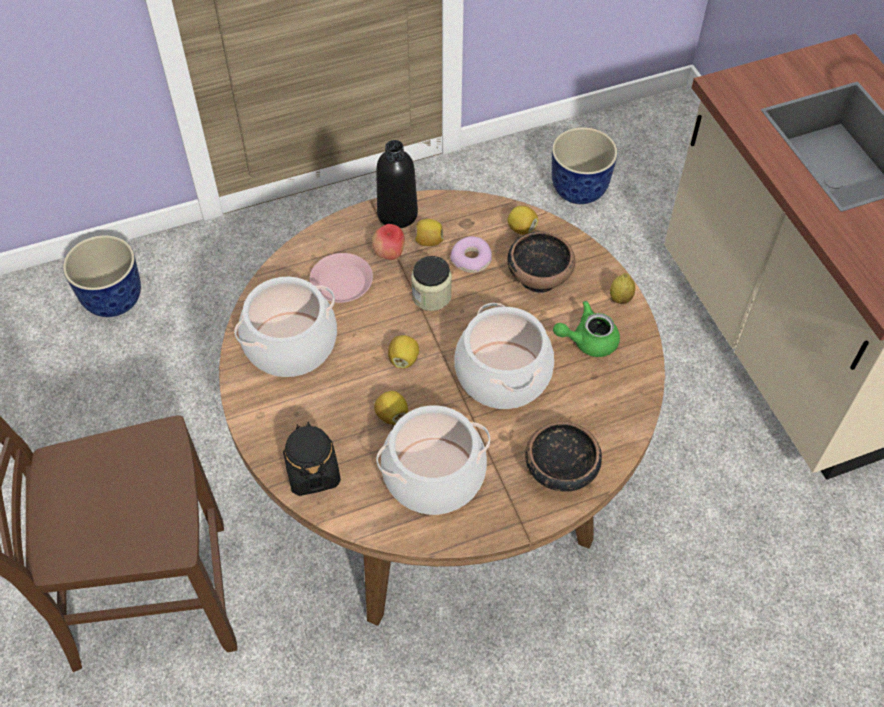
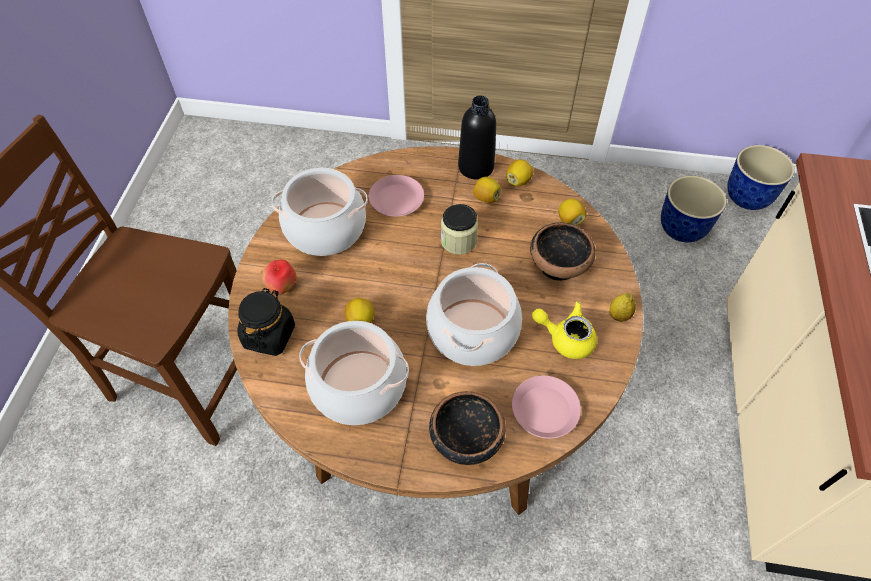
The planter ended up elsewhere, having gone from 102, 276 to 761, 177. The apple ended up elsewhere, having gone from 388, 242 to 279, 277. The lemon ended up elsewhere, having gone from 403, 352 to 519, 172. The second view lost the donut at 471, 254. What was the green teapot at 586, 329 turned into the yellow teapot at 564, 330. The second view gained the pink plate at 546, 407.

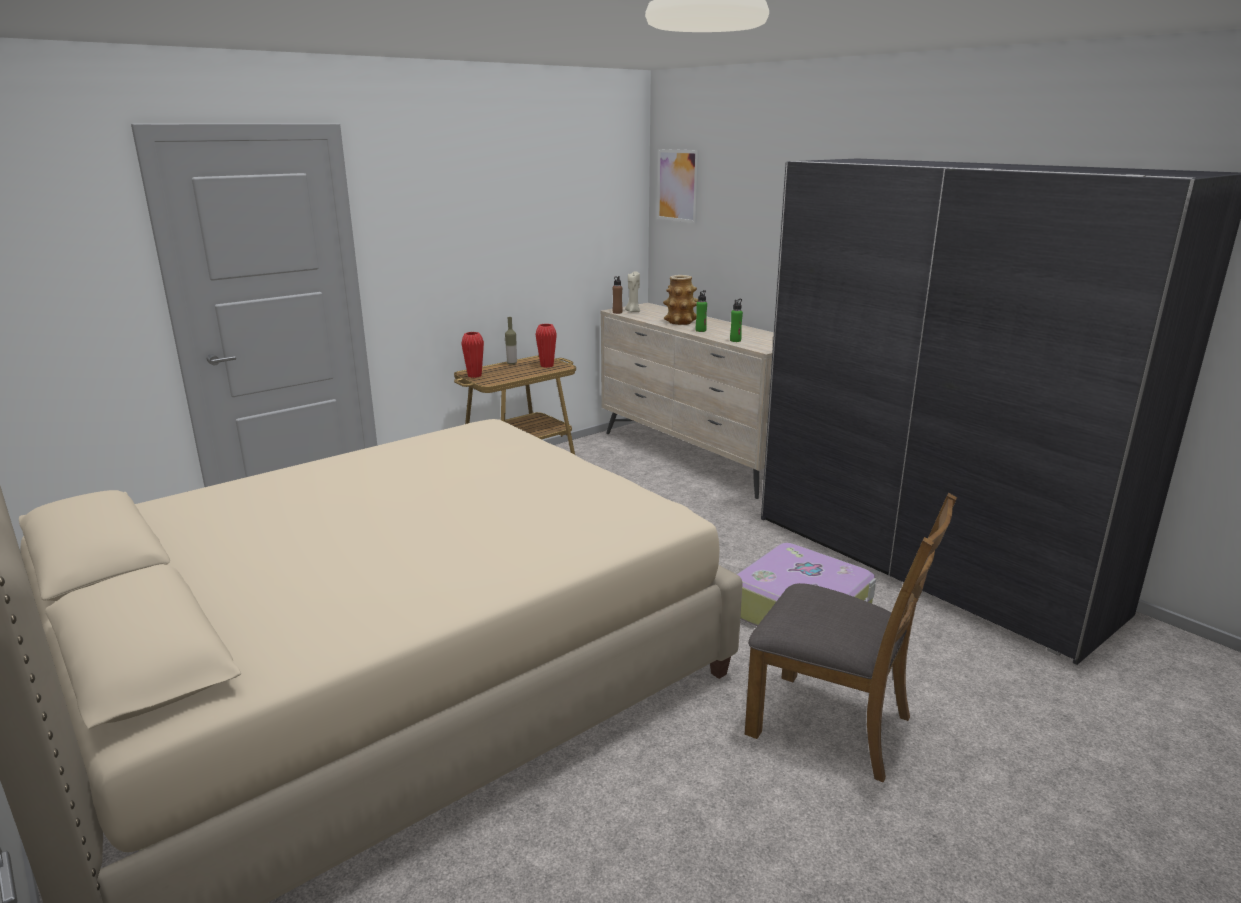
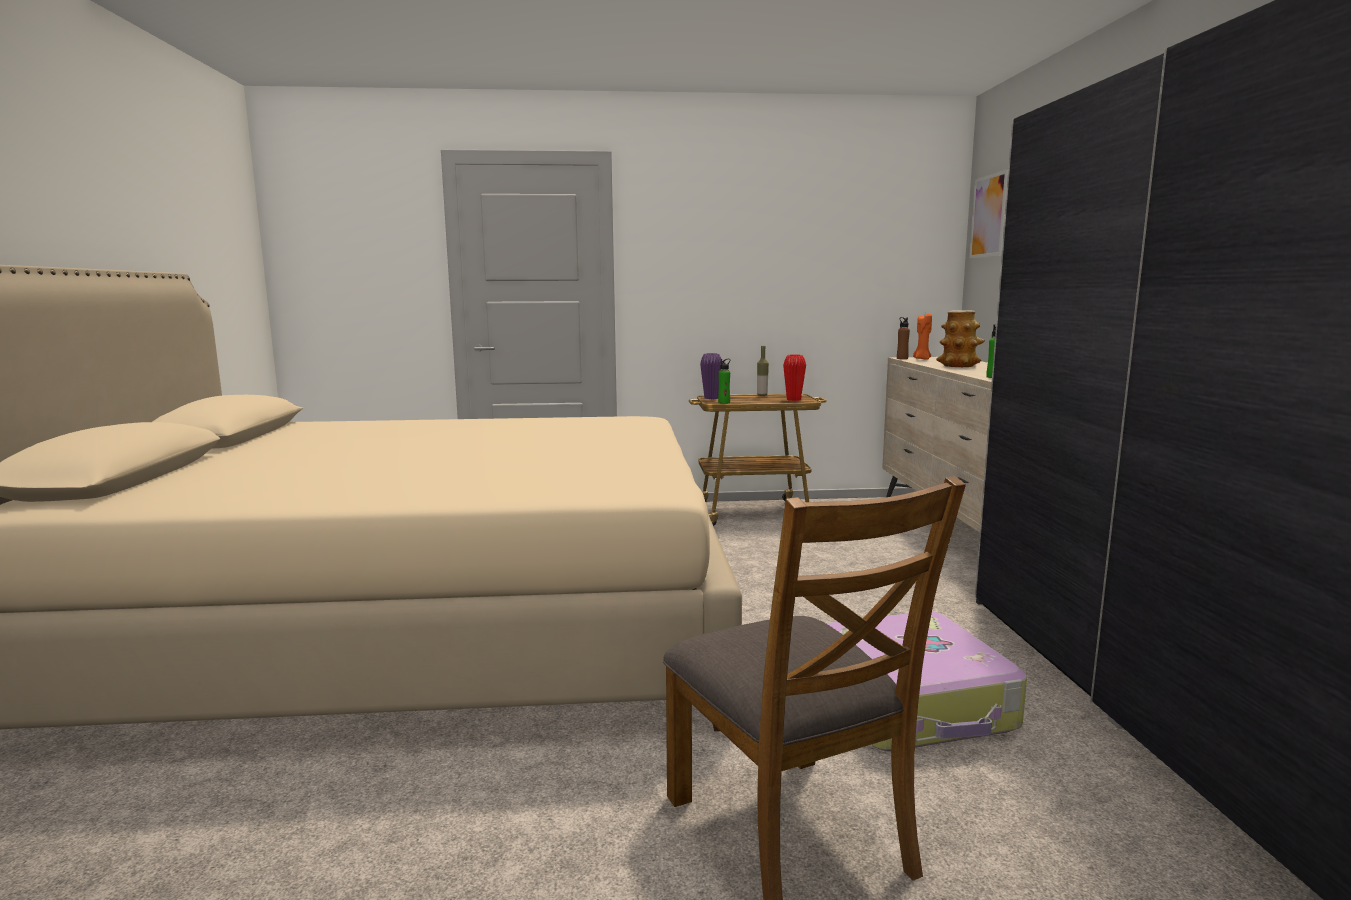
What was the red vase at 472, 355 turned into the purple vase at 711, 376. What was the beige candle at 632, 291 turned into the orange candle at 922, 337. The green bottle ended up elsewhere, having gone from 701, 311 to 724, 381.

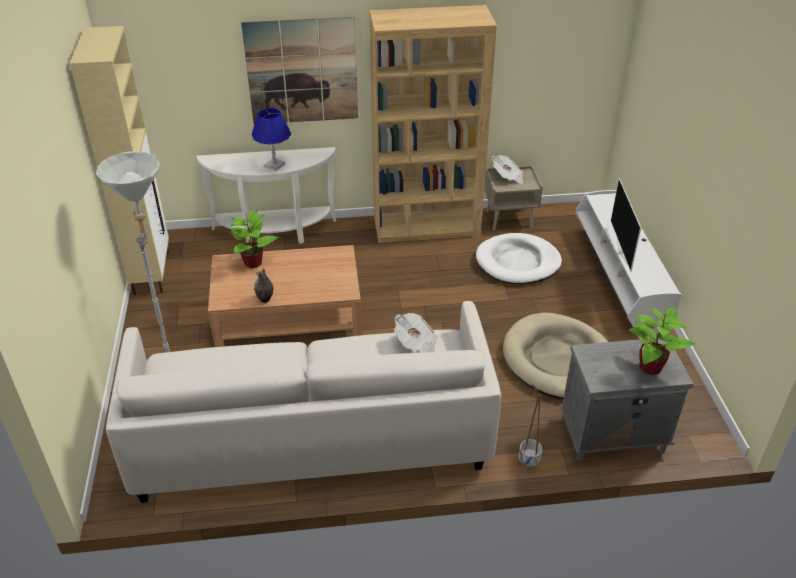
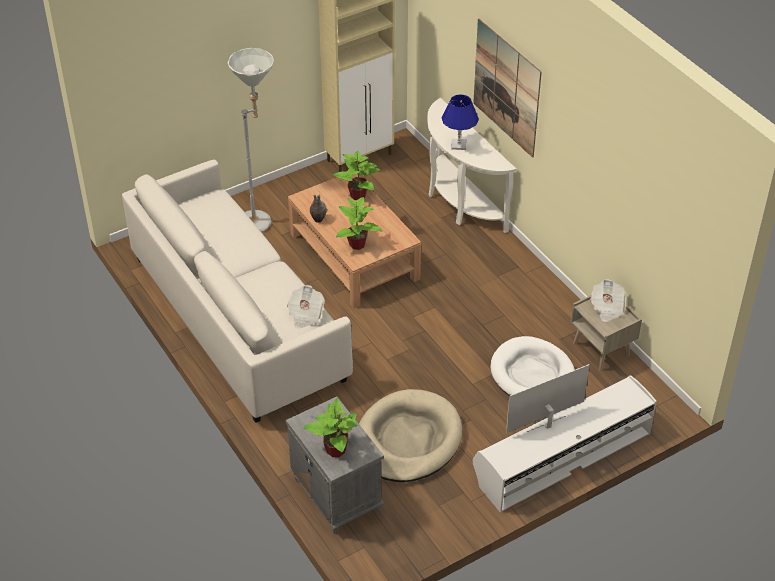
The second view lost the brown bookcase at 433, 124. The second view lost the planter at 531, 426. The second view gained the potted plant at 359, 223.

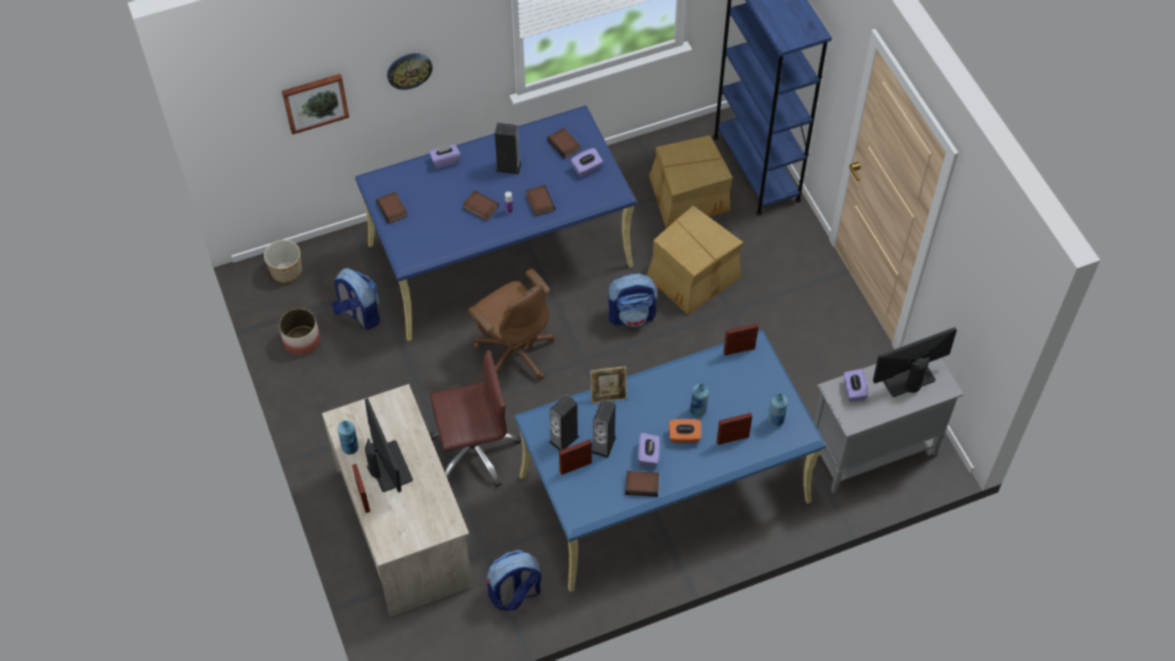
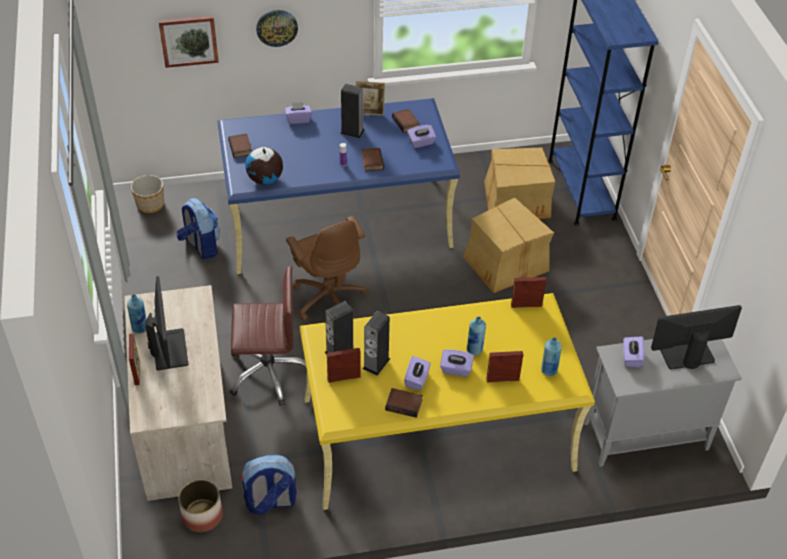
The planter ended up elsewhere, having gone from 299, 332 to 200, 505. The second view lost the book at 481, 205. What was the blue desk at 670, 461 turned into the yellow desk at 447, 401. The picture frame ended up elsewhere, having gone from 608, 385 to 370, 98. The second view lost the backpack at 632, 300. What was the orange tissue box at 685, 431 turned into the purple tissue box at 457, 363. The second view gained the globe at 264, 166.

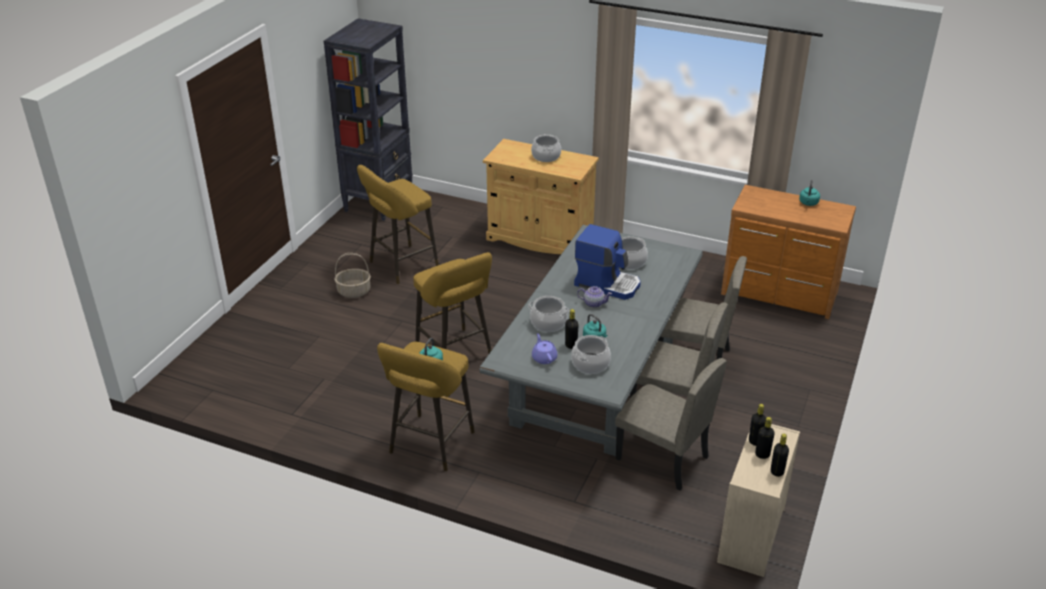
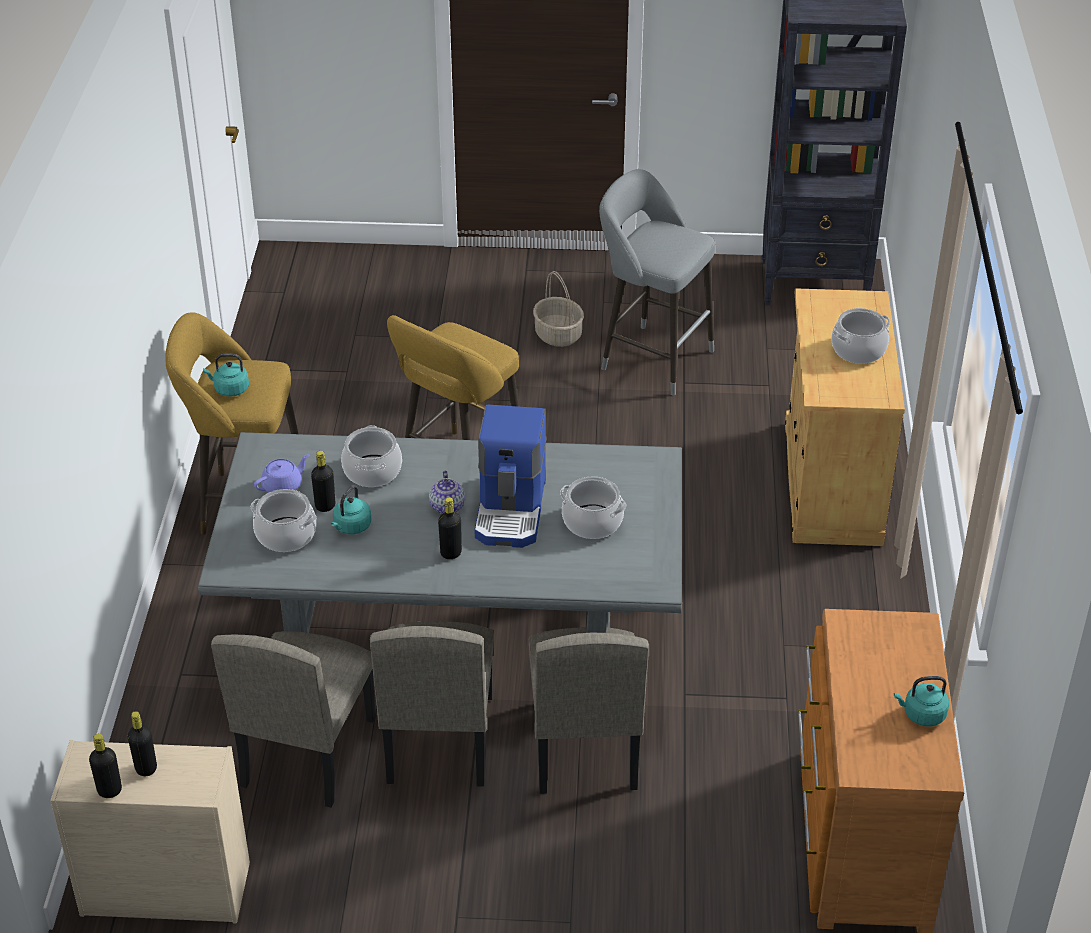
What was the yellow stool at 398, 224 turned into the grey stool at 657, 282. The black bottle ended up elsewhere, having gone from 757, 425 to 450, 528.

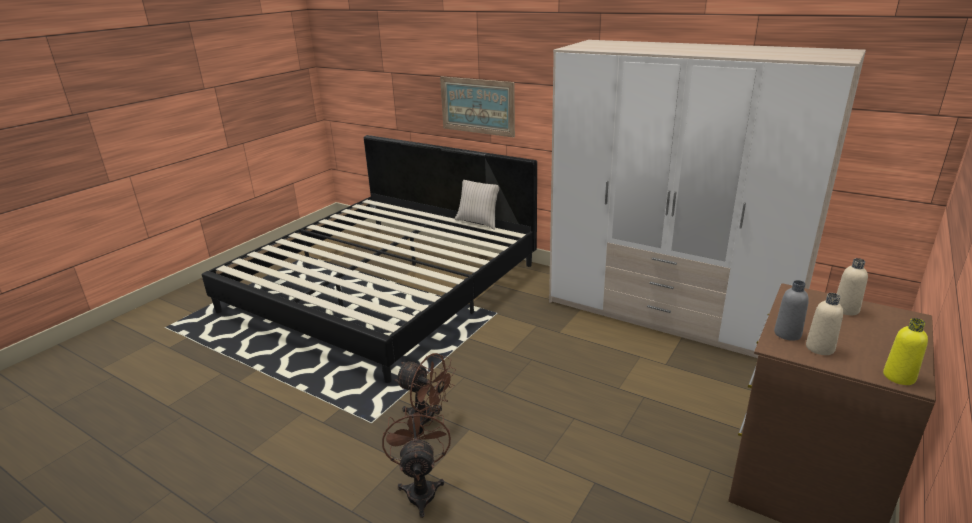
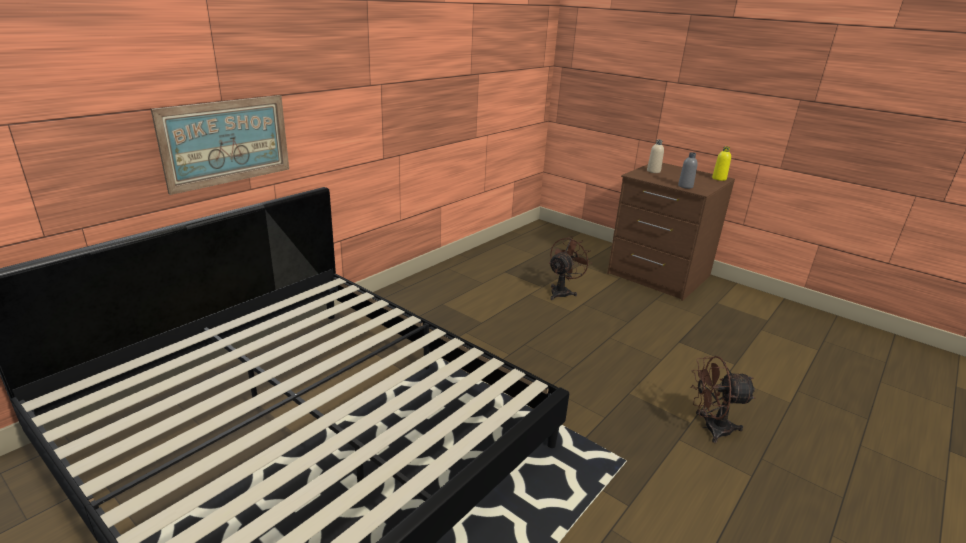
The brown fan ended up elsewhere, having gone from 425, 389 to 570, 268. The second view lost the beige pillow at 477, 205. The second view lost the wardrobe at 707, 199. The second view lost the beige bottle at 824, 324.

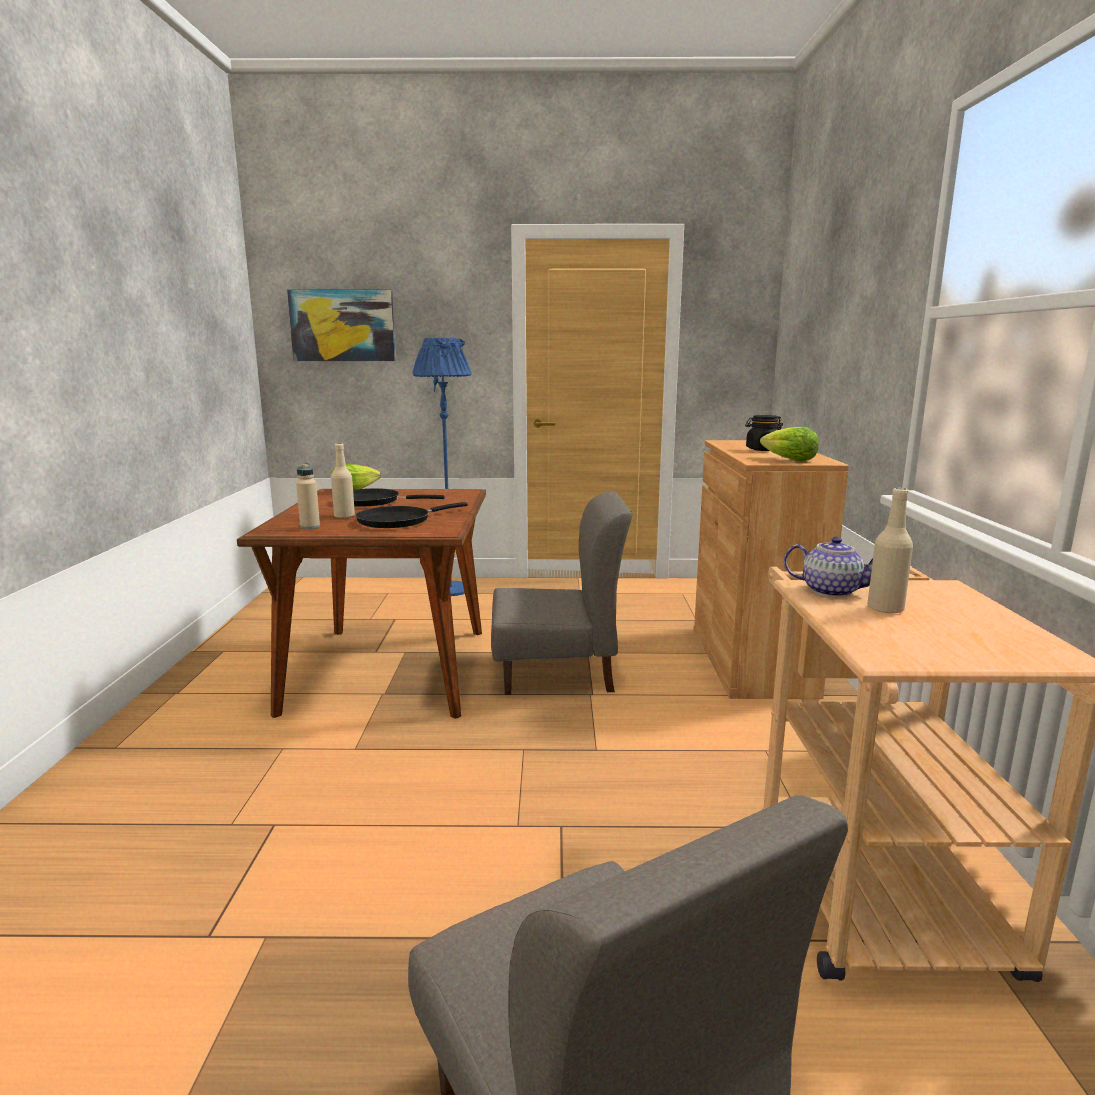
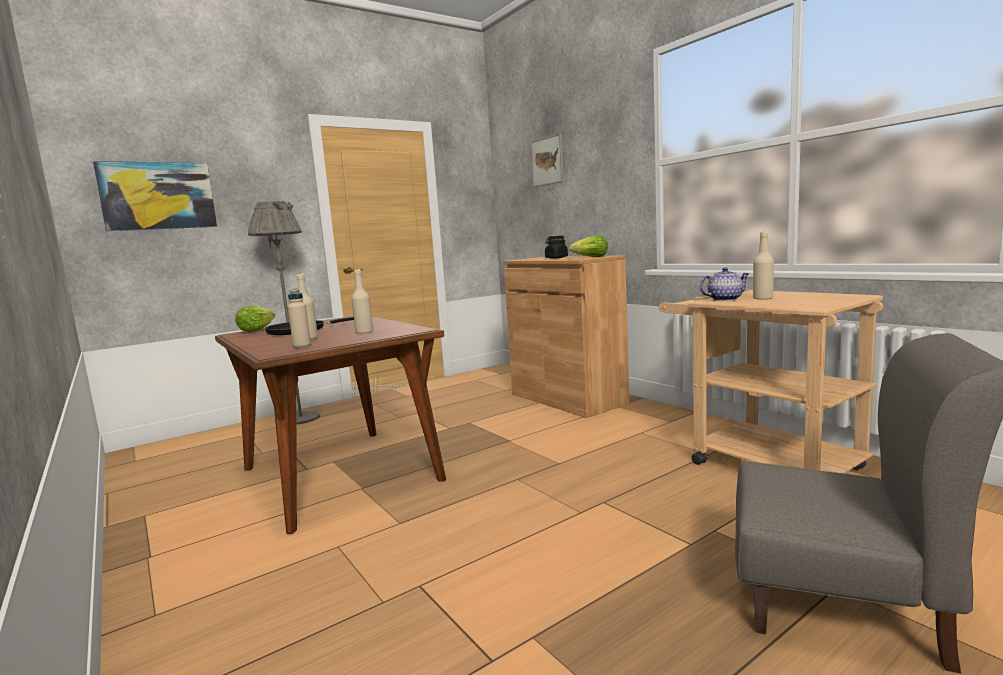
Where the black frying pan stood at 412, 515, the beige bottle came to stand at 362, 301. What was the blue floor lamp at 442, 466 turned into the grey floor lamp at 284, 313. The second view lost the grey chair at 561, 593. The second view gained the picture at 547, 160.

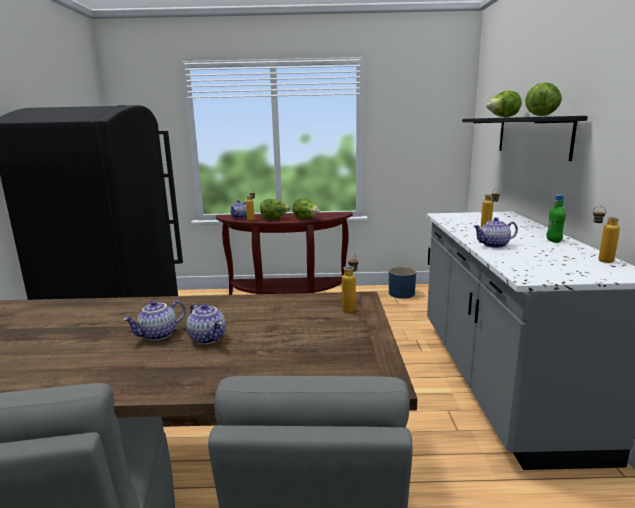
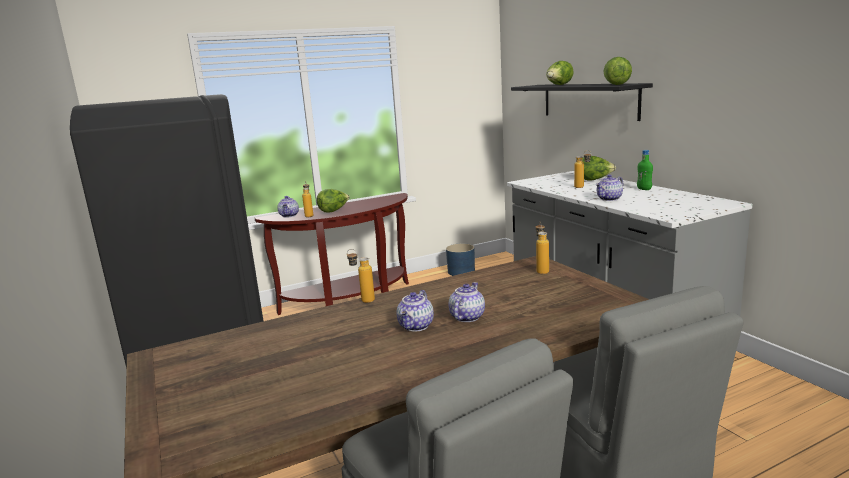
The teapot at 206, 323 ended up facing another way, 90 degrees counterclockwise from before. The lettuce ended up elsewhere, having gone from 306, 209 to 599, 168. The bottle ended up elsewhere, having gone from 606, 234 to 361, 276.

